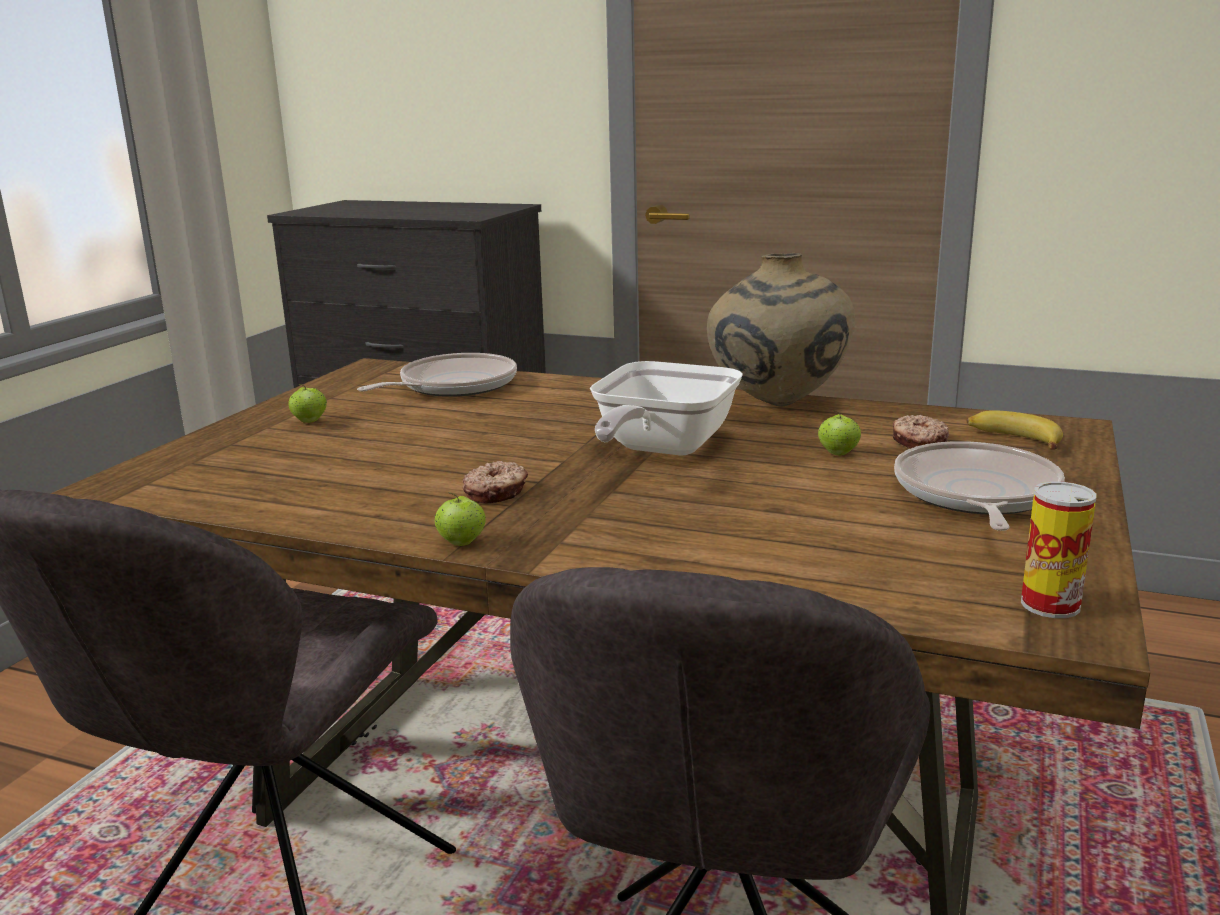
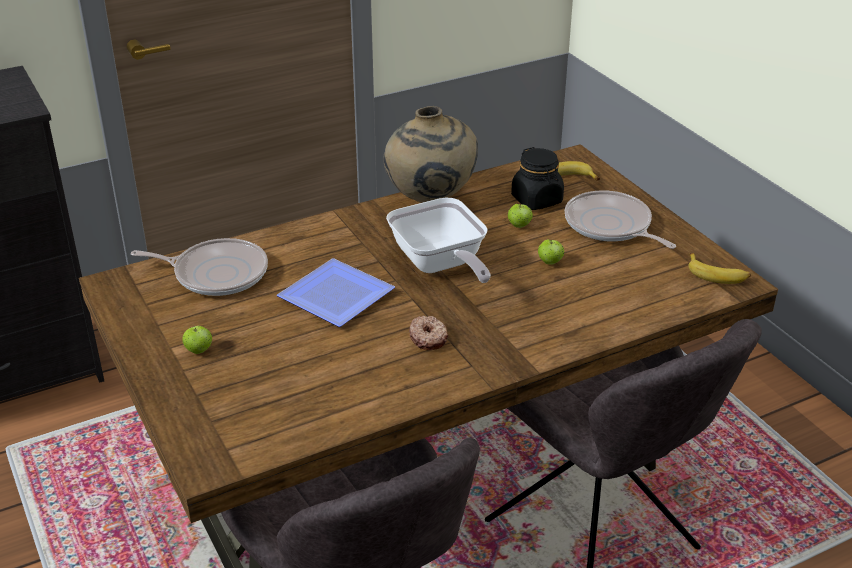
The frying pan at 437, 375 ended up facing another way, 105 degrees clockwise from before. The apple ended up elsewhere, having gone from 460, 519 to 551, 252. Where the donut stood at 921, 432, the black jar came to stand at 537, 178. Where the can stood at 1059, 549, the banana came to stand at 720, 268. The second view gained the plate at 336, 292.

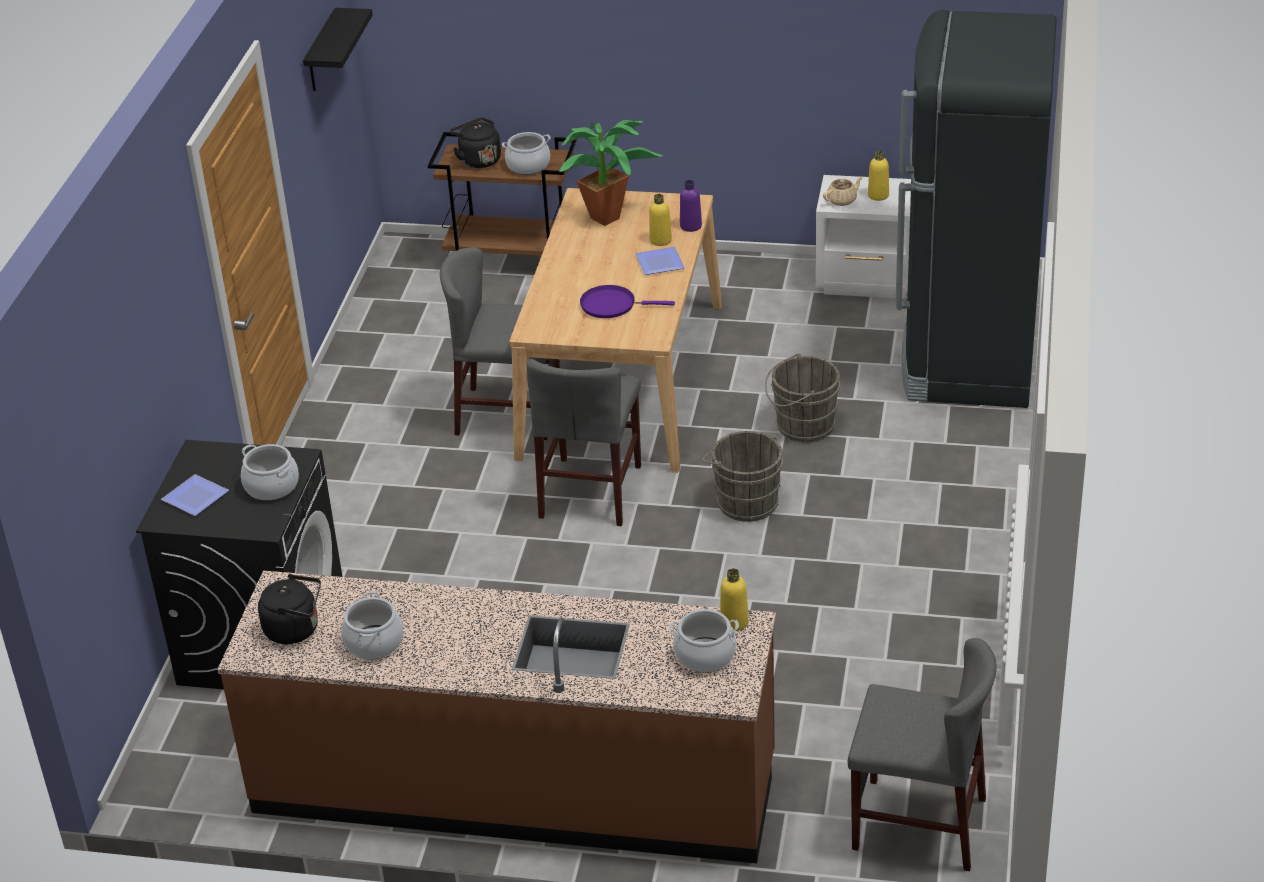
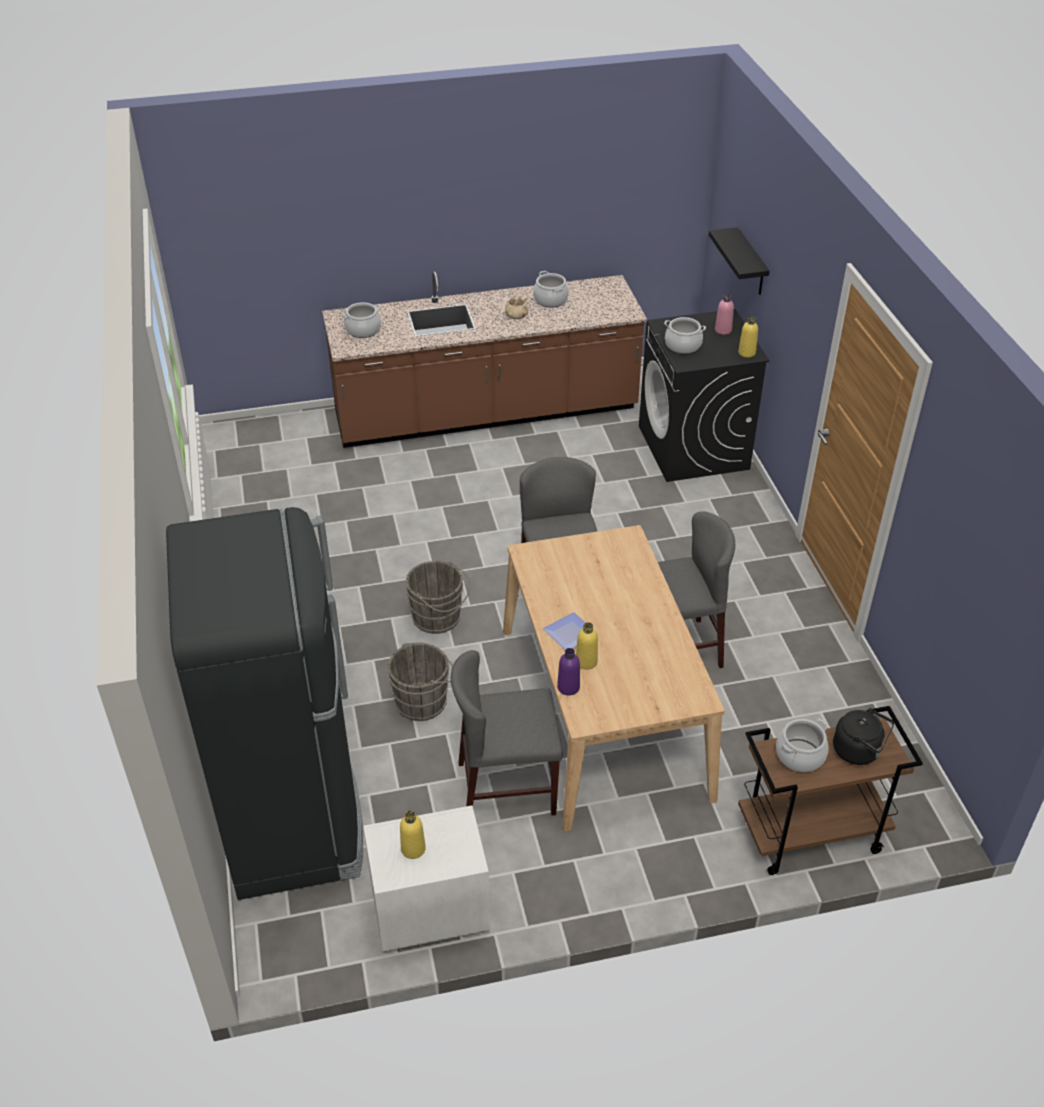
Where the plate stood at 195, 495, the pink bottle came to stand at 724, 314. The second view lost the black kettle at 289, 609. The black shelf ended up elsewhere, having gone from 338, 49 to 739, 261. The second view lost the potted plant at 611, 173. The second view lost the purple frying pan at 627, 301. The yellow bottle ended up elsewhere, having gone from 734, 599 to 748, 337. The beige teapot ended up elsewhere, having gone from 843, 191 to 516, 308. The grey chair ended up elsewhere, having gone from 922, 754 to 507, 733.

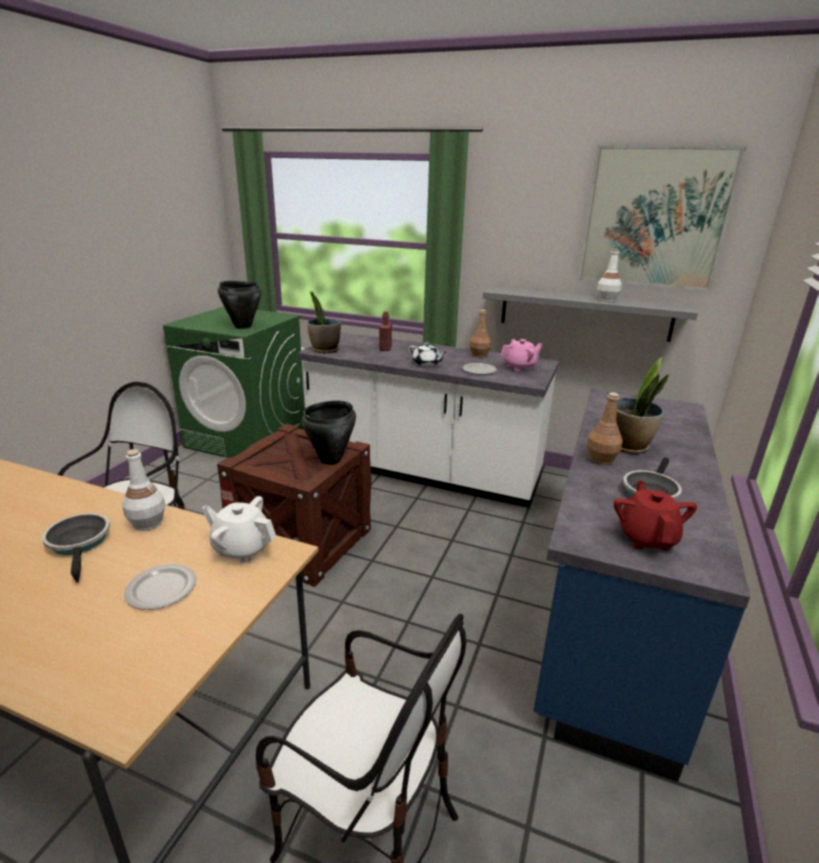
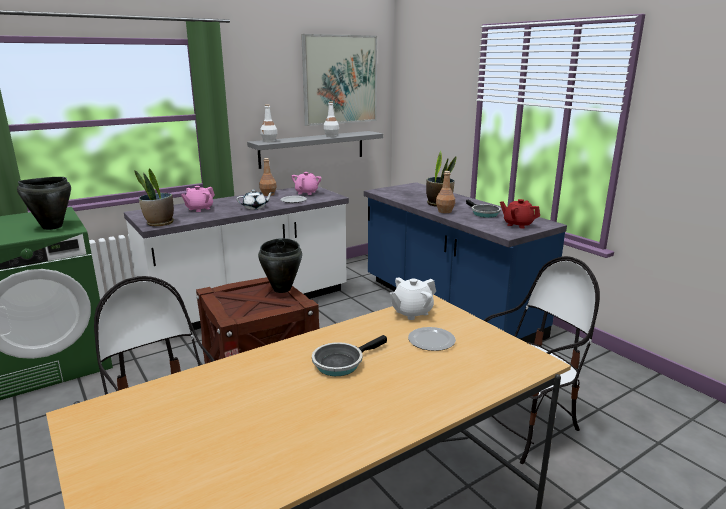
The frying pan at 76, 548 ended up facing another way, 45 degrees counterclockwise from before. The white bottle ended up elsewhere, having gone from 144, 490 to 268, 123. Where the red bottle stood at 385, 331, the pink teapot came to stand at 198, 199.

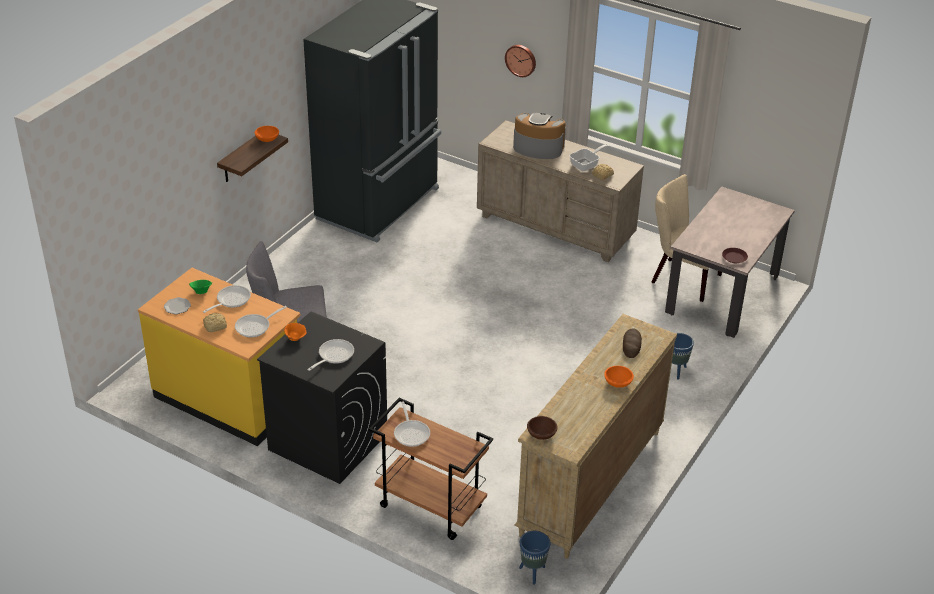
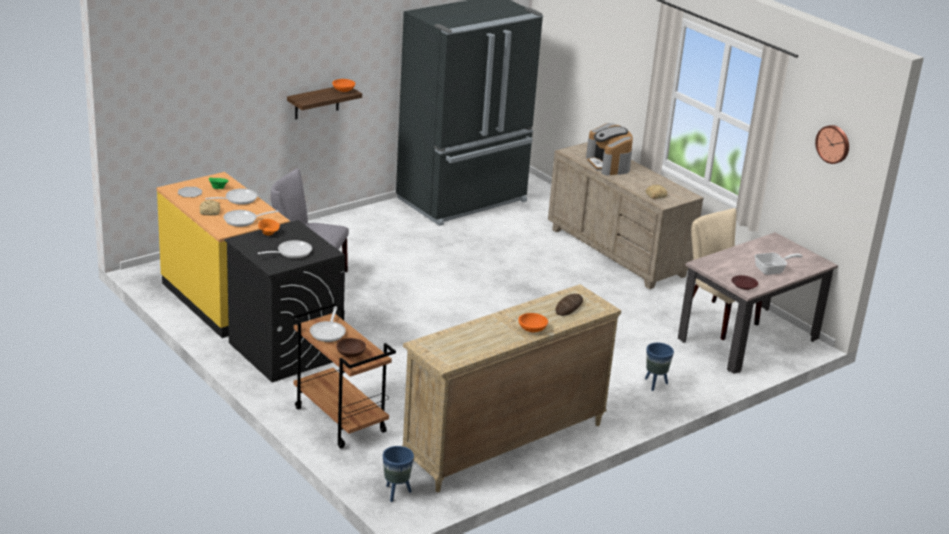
The wall clock ended up elsewhere, having gone from 520, 61 to 832, 144. The coffee machine at 539, 135 ended up facing another way, 150 degrees counterclockwise from before. The brown bowl ended up elsewhere, having gone from 542, 428 to 351, 348. The frying pan ended up elsewhere, having gone from 589, 157 to 779, 264.

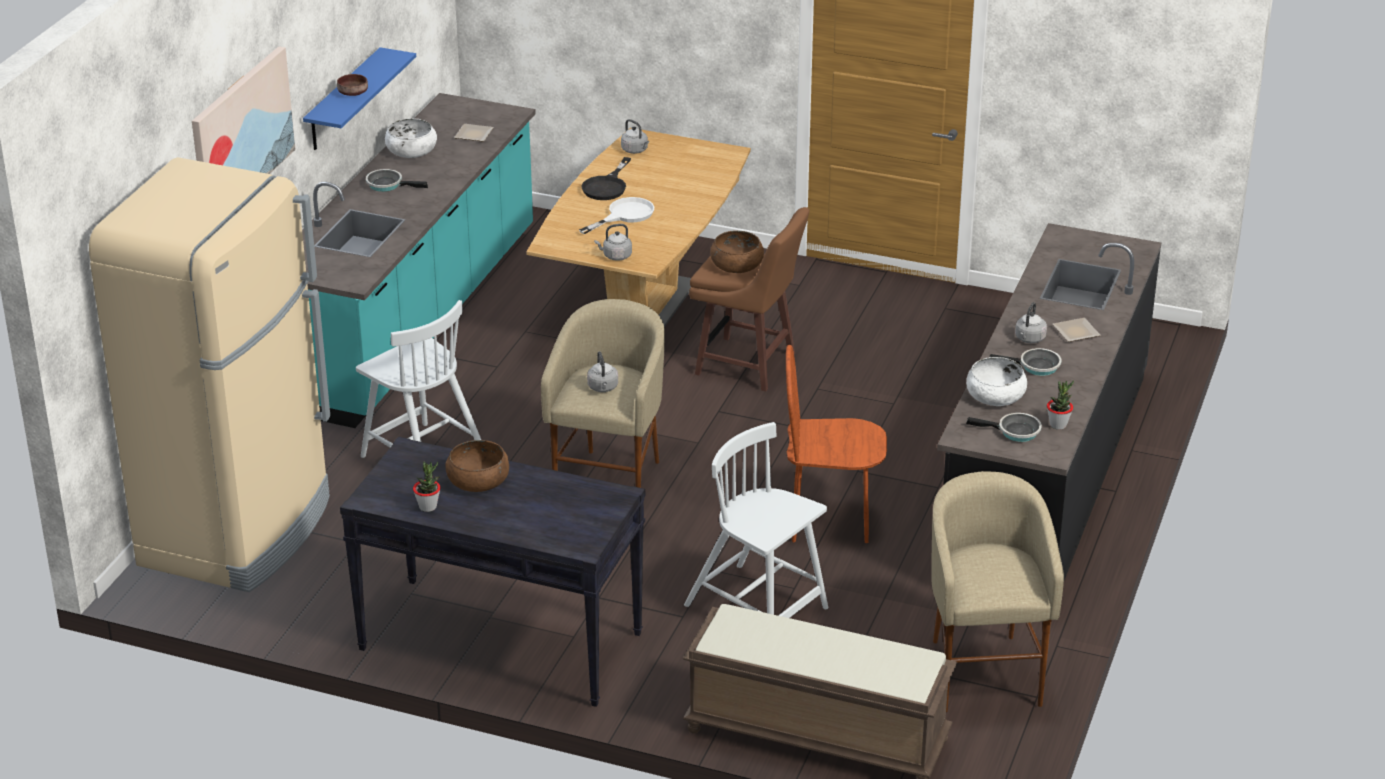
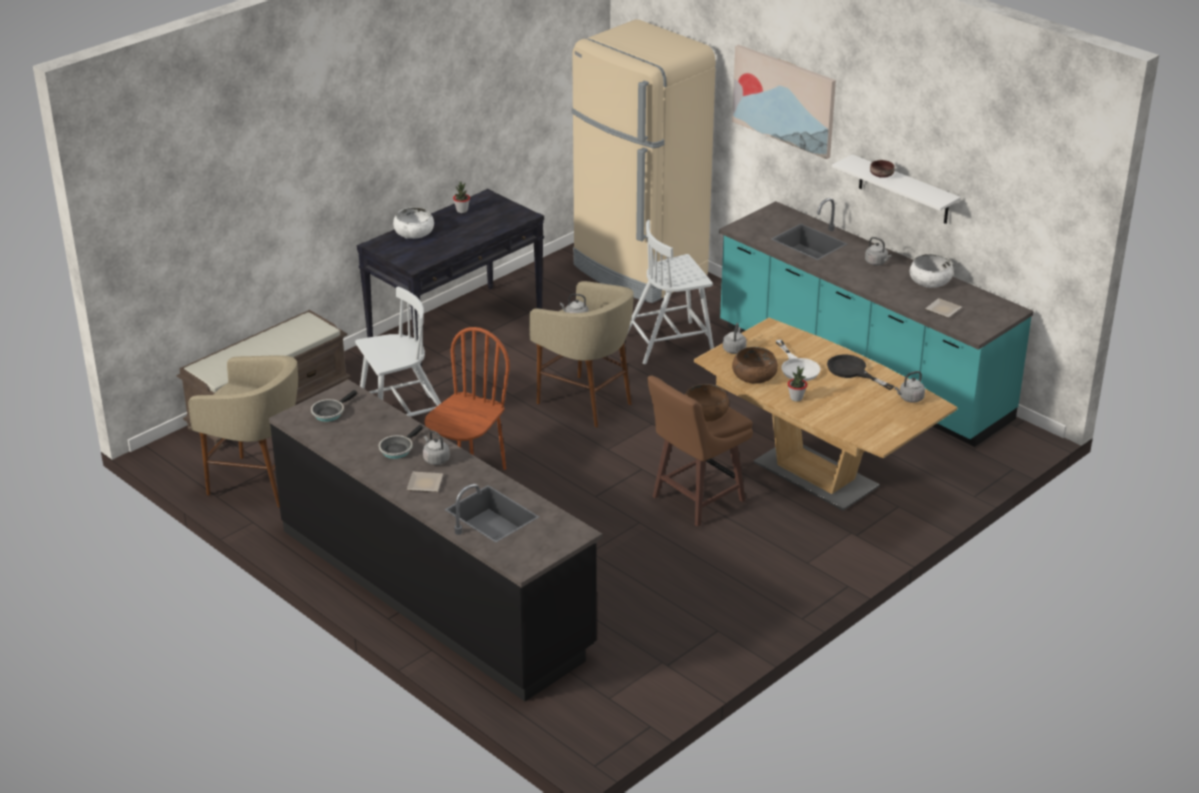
What was the blue shelf at 359, 98 turned into the white shelf at 896, 189. Where the frying pan stood at 397, 180, the grey kettle came to stand at 878, 251. The brown bowl ended up elsewhere, having gone from 477, 466 to 755, 365. The white bowl ended up elsewhere, having gone from 996, 381 to 413, 223. The potted plant ended up elsewhere, having gone from 1060, 405 to 797, 384.

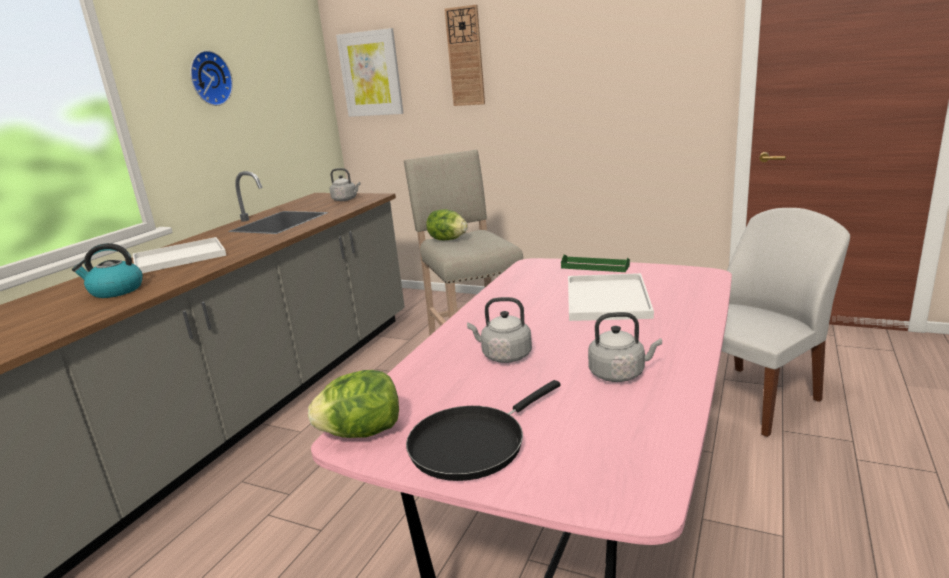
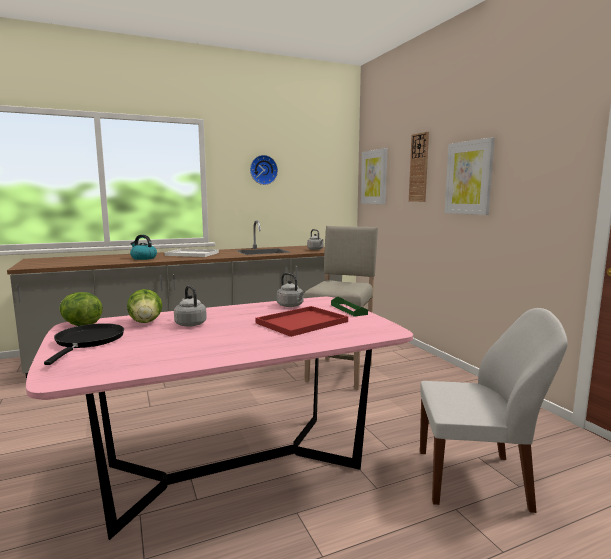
The black frying pan at 483, 430 ended up facing another way, 90 degrees clockwise from before. The lettuce ended up elsewhere, having gone from 447, 224 to 145, 306. What was the white tray at 611, 297 turned into the red tray at 302, 321. The grey kettle ended up elsewhere, having gone from 625, 347 to 291, 290. The second view gained the picture at 470, 176.

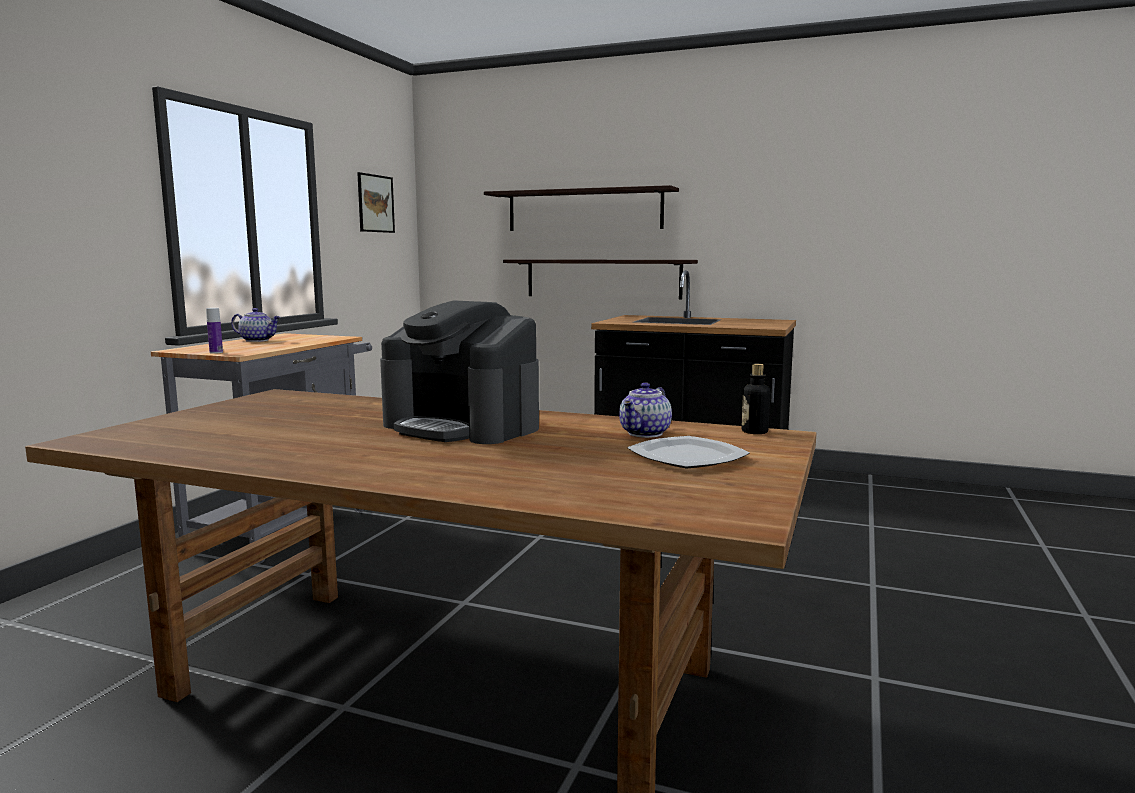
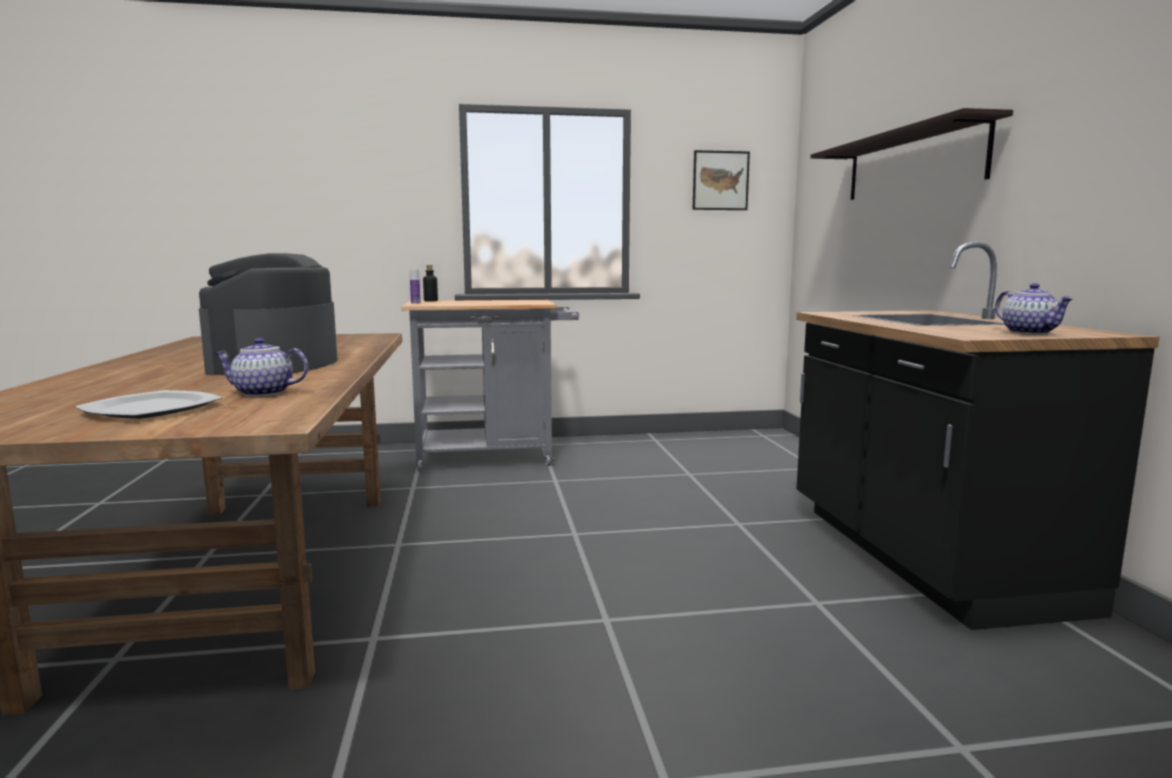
The teapot ended up elsewhere, having gone from 255, 325 to 1034, 309. The second view lost the shelf at 600, 279. The bottle ended up elsewhere, having gone from 756, 399 to 430, 283.

